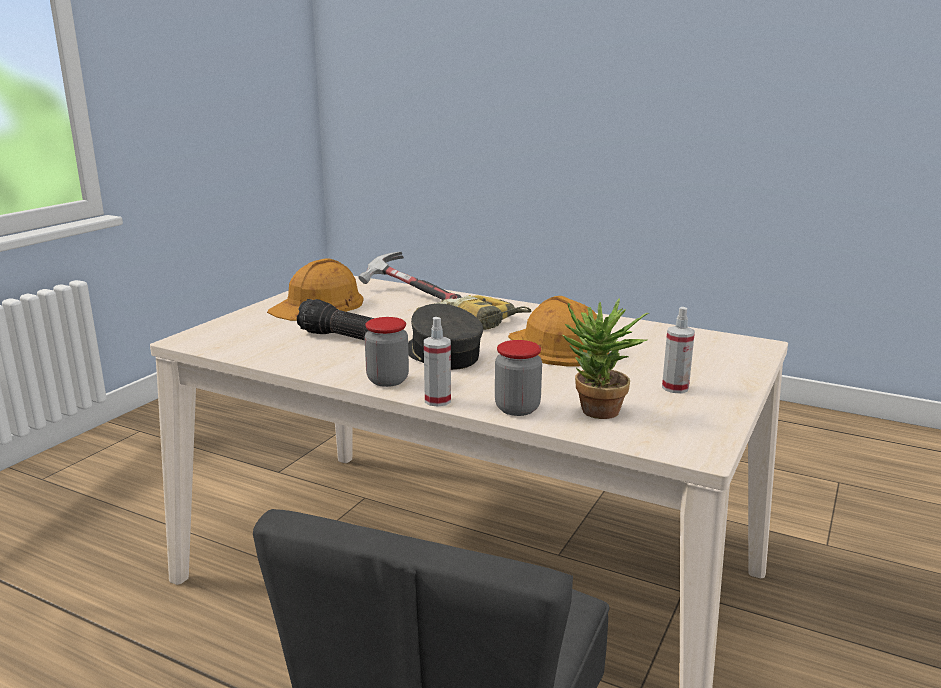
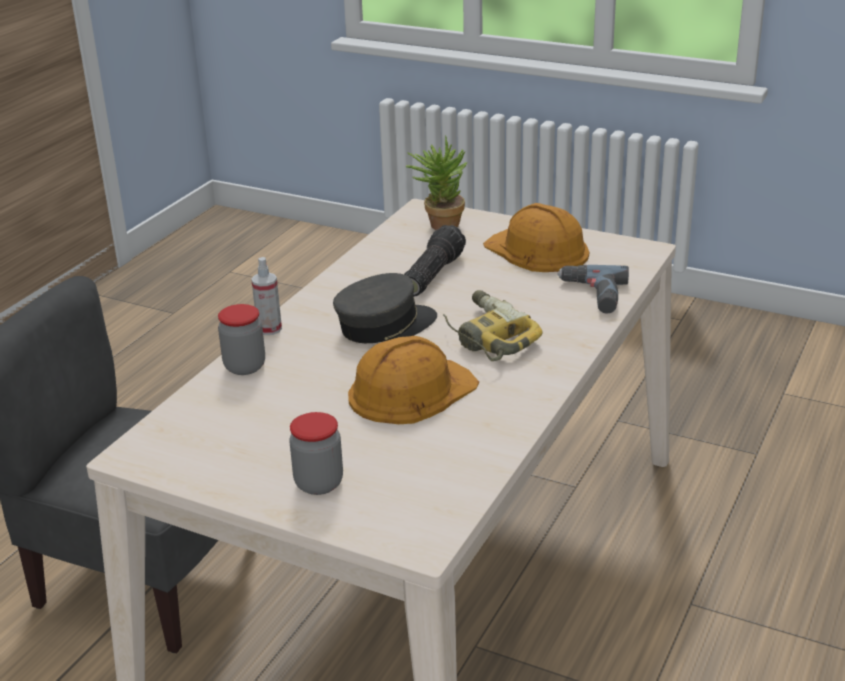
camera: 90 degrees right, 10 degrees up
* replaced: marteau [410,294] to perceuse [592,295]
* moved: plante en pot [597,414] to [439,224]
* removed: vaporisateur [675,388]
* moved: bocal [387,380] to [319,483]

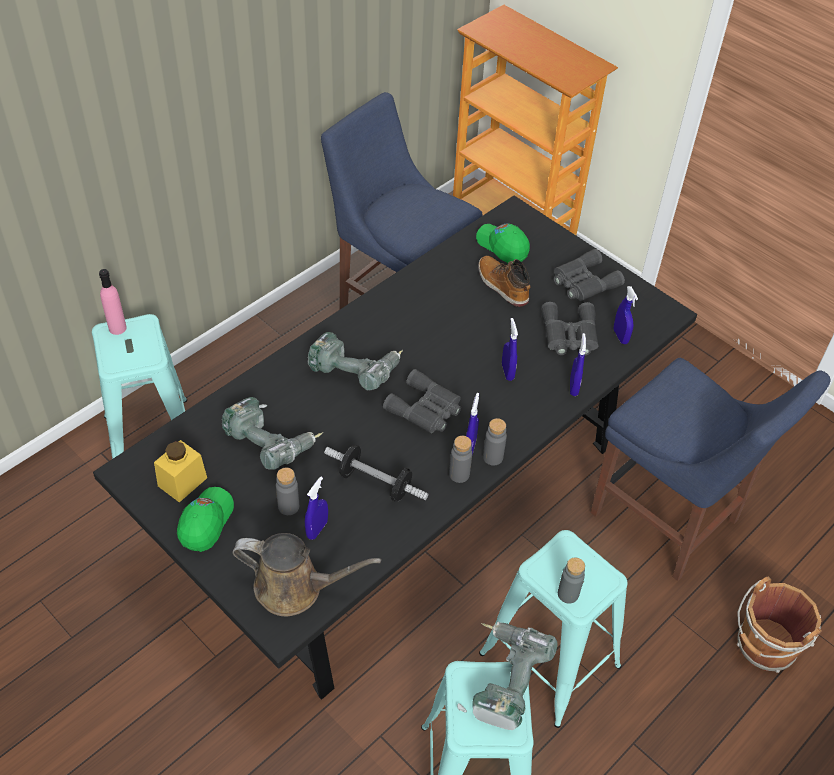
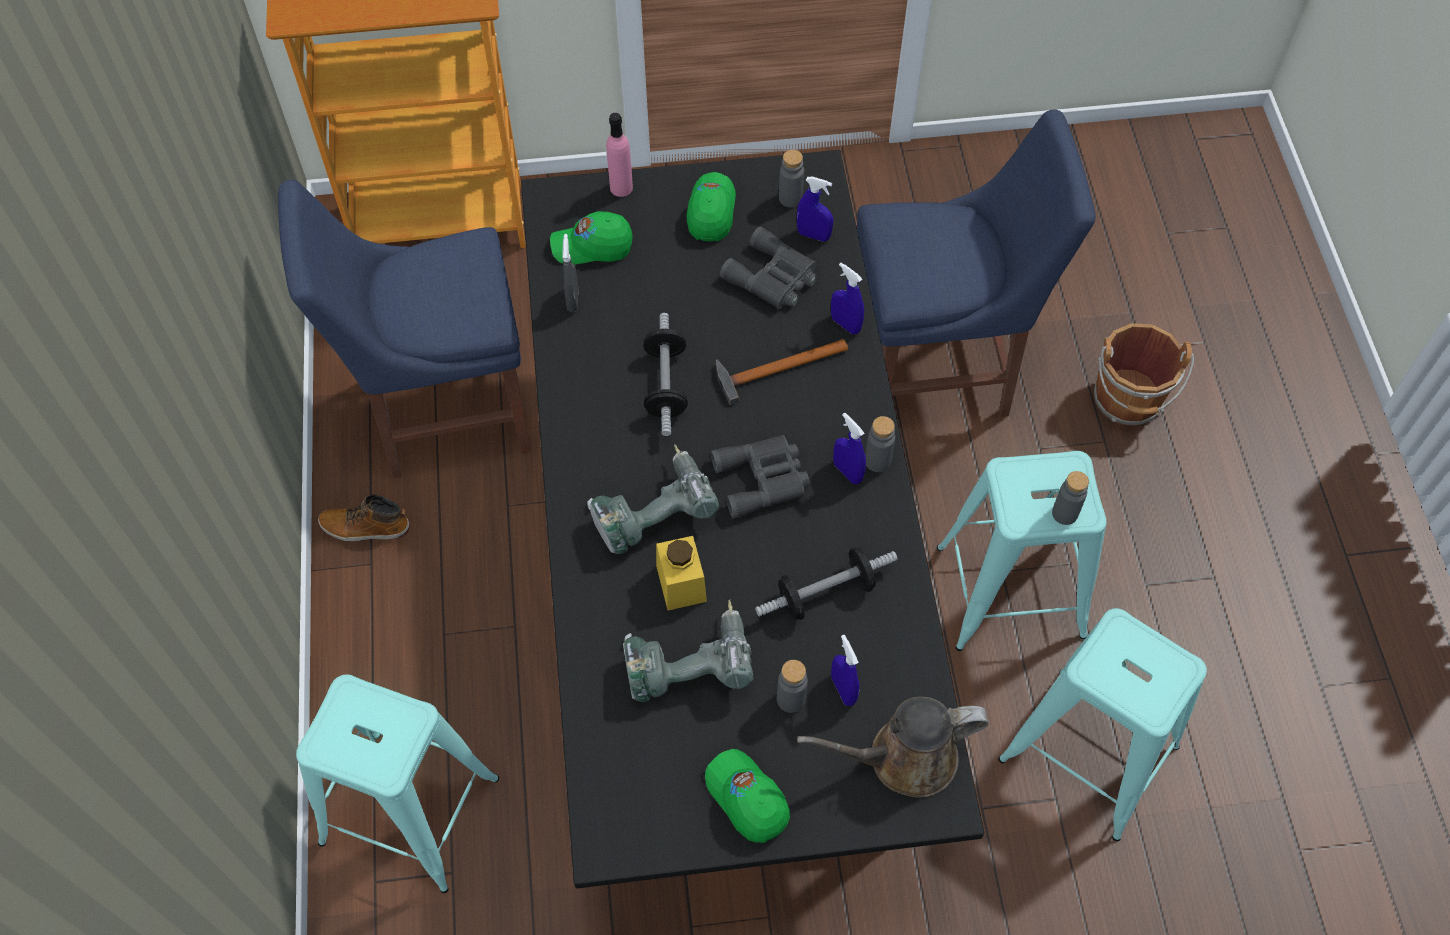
camera: 50 degrees left, 10 degrees up
* replaced: jumelles (gris) [583,282] to casquette (vert) [711,211]
* moved: botte [502,286] to [365,528]
* moved: bouteille (rose) [117,328] to [621,188]
* replaced: vaporisateur (bleu) [507,372] to marteau [775,368]
* moved: bouteille (gris) [459,474] to [790,198]
* moved: bocal (jaune) [182,482] to [681,583]
* turned: arrosoir (marron) [295,588] = [903,758] 150 degrees counterclockwise
* removed: perceuse [502,681]
* added: vaporisateur (gris) [572,299]
* added: haltère [665,385]

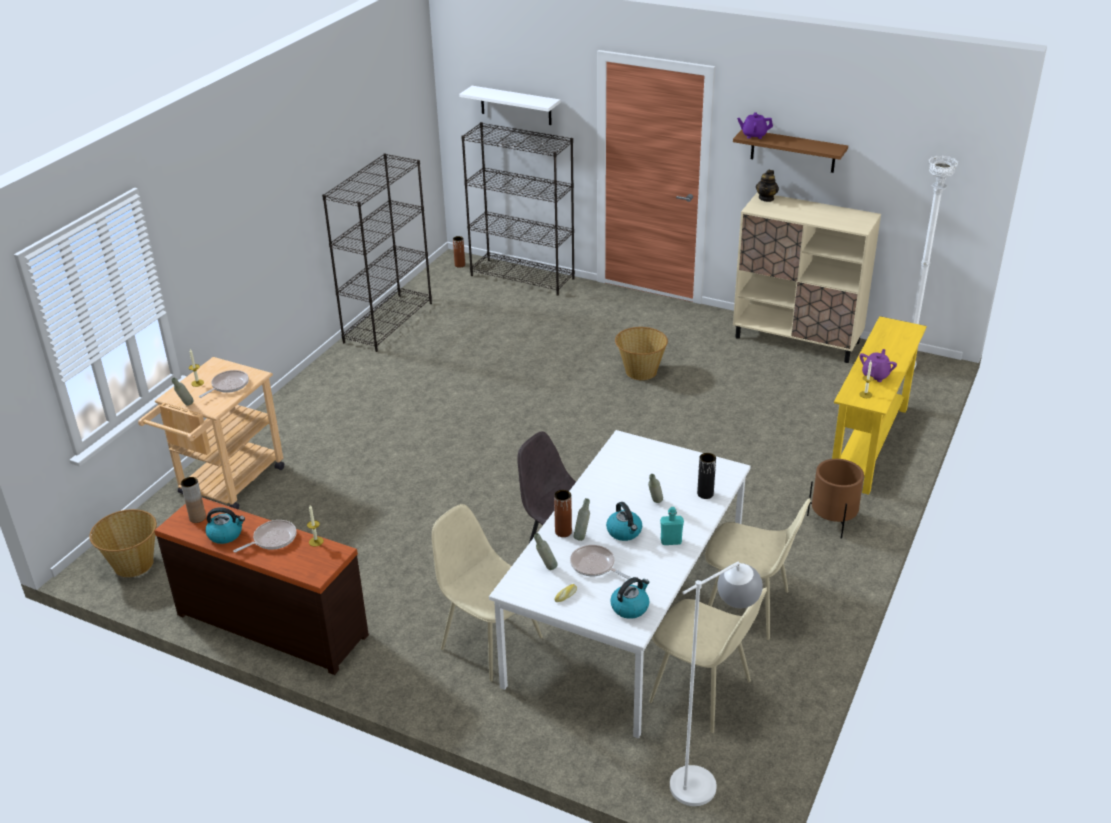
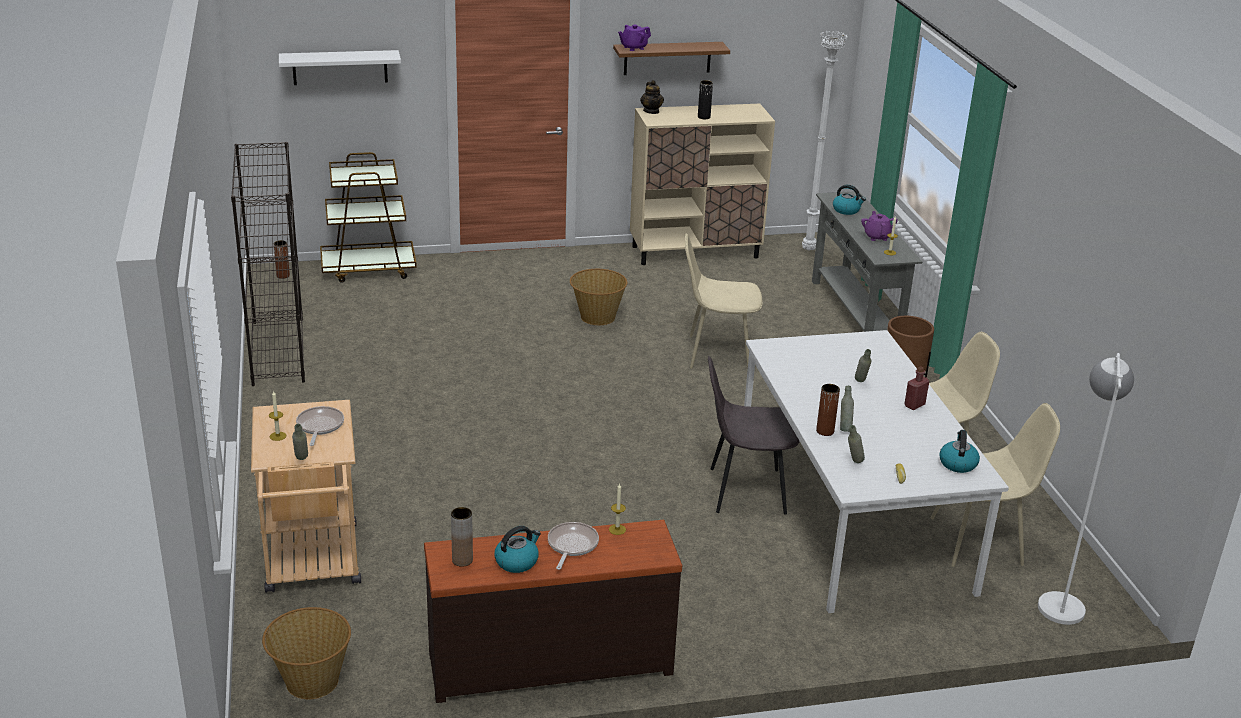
camera: 40 degrees left, 5 degrees down
* replaced: bibliothèque (noir) [523,277] to chariot (marron) [369,269]
* recoloured: table console (jaune) [870,445] to table console (gris) [855,314]
* moved: vase (noir) [705,494] to [704,117]
* moved: bouilloire [624,532] to [846,210]
* moved: chaise (beige) [489,641] to [716,353]
* recoloured: bouteille (turquoise) [671,541] to bouteille (rouge) [914,405]
* removed: poêle [594,565]

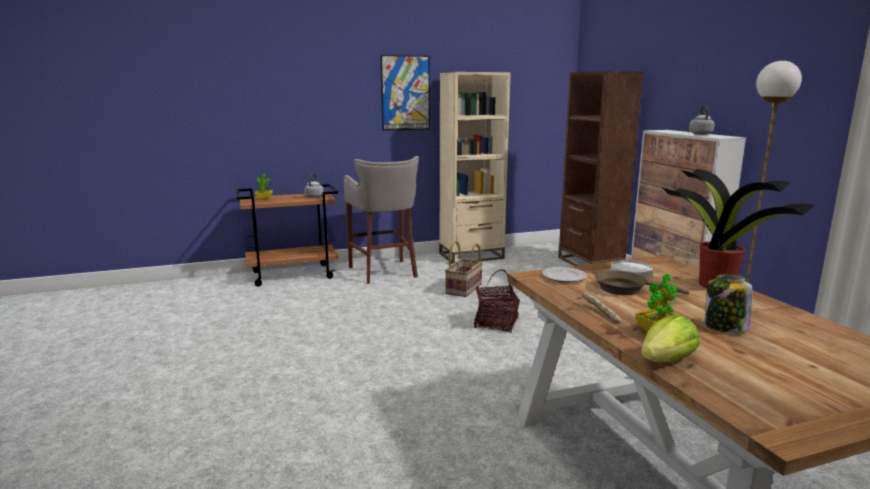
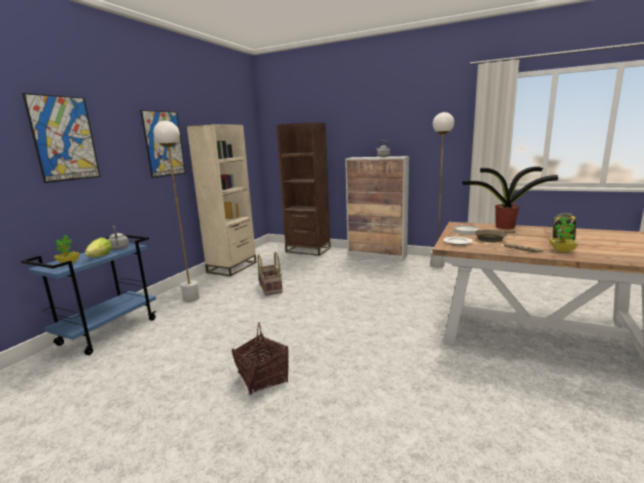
camera: 45 degrees left, 0 degrees up
* replaced: tabouret (gris) [384,272] to lampadaire (blanc) [191,299]
* recoloured: chariot (marron) [293,275] to chariot (bleu) [109,331]
* moved: panier [496,323] to [262,378]
* moved: laitue [667,361] to [100,257]
* added: tableau [64,138]

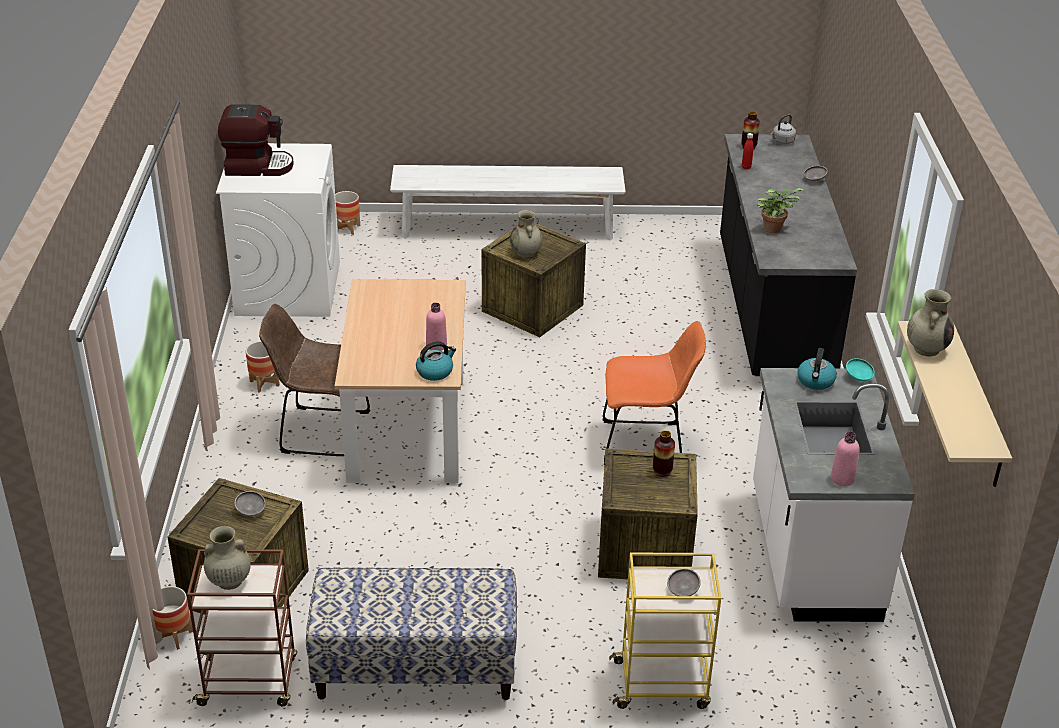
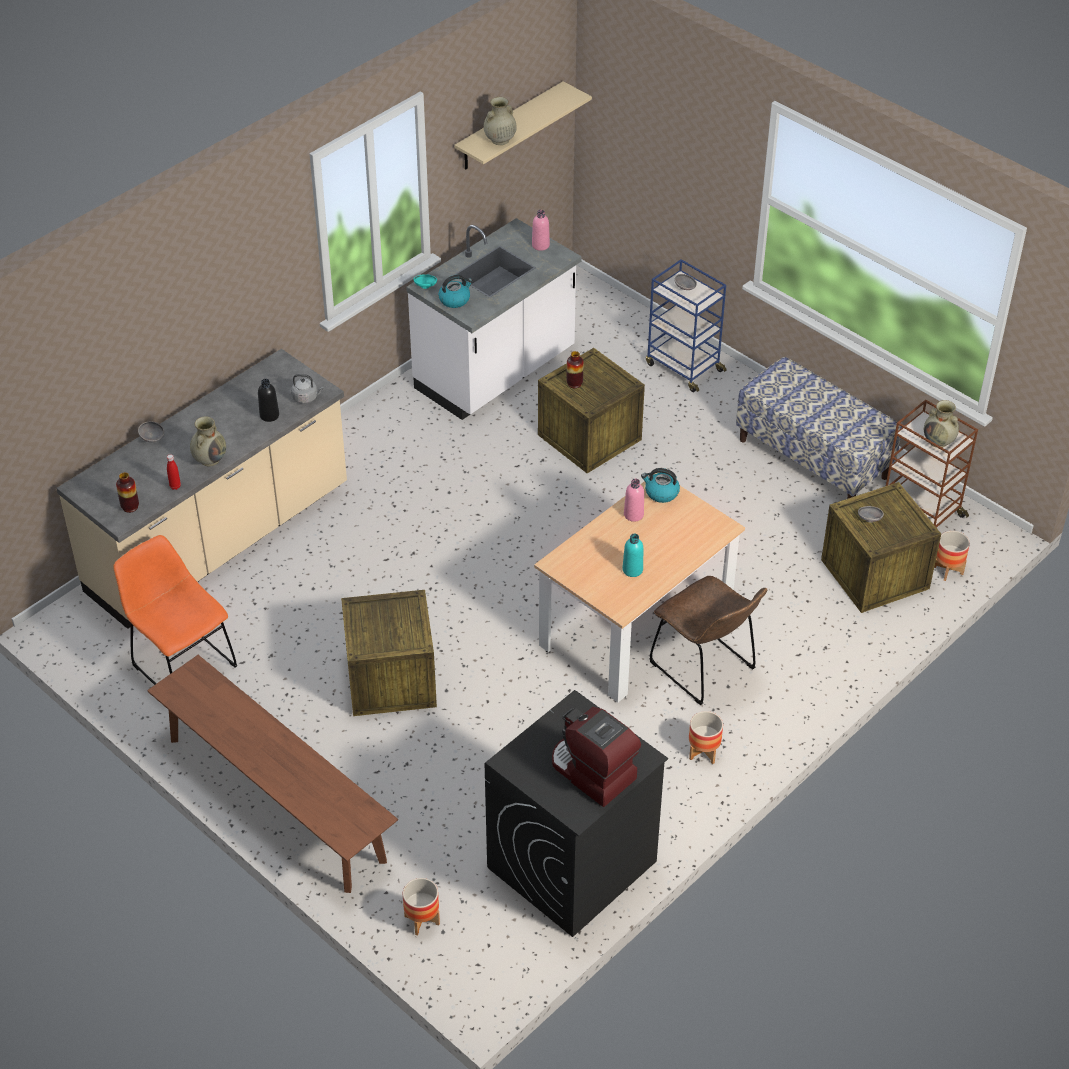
camera: 135 degrees left, 10 degrees up
* moved: bouilloire (gris) [782,141] to [306,398]
* recoloured: comptoir de cuisine (noir) [770,312] to comptoir de cuisine (beige) [220,541]
* recoloured: lave-linge (blanc) [288,288] to lave-linge (noir) [571,865]
* recoloured: banc (blanc) [507,228] to banc (marron) [275,799]
* replaced: plante en pot [774,228] to bouteille (noir) [269,415]
* moved: vase (beige) [526,253] to [210,459]
* moved: chaise (orange) [647,446] to [181,663]
* recoloured: chariot (jaune) [662,684] to chariot (bleu) [683,367]
* added: bouteille (turquoise) [632,570]

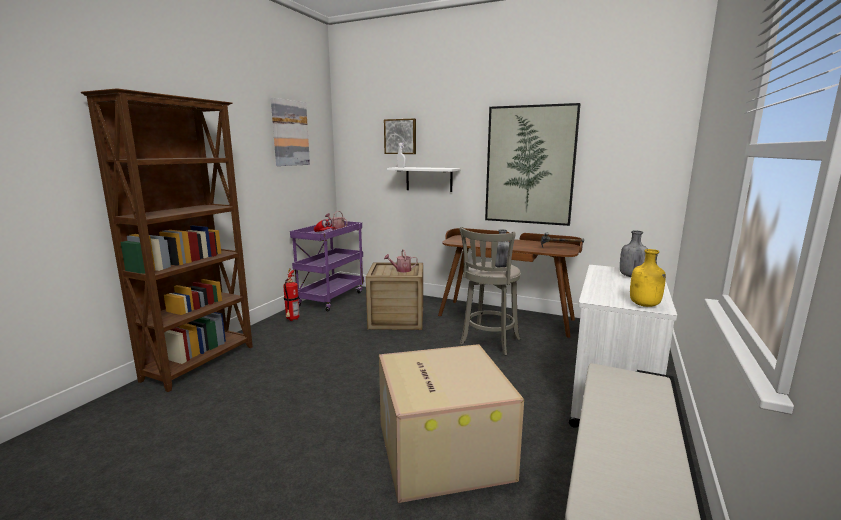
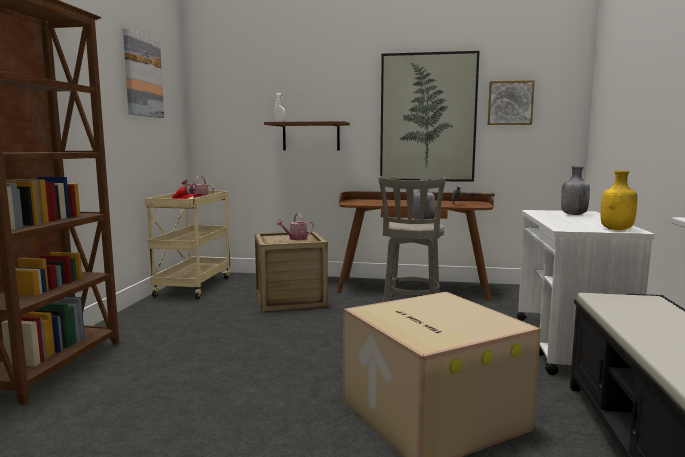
camera: 15 degrees left, 5 degrees down
* moved: tableau [400,136] to [510,103]
* recoloured: étagère (blanc) [429,179] to étagère (marron) [311,136]
* recoloured: chariot (violet) [331,298] to chariot (beige) [193,286]
* removed: extincteur [292,320]

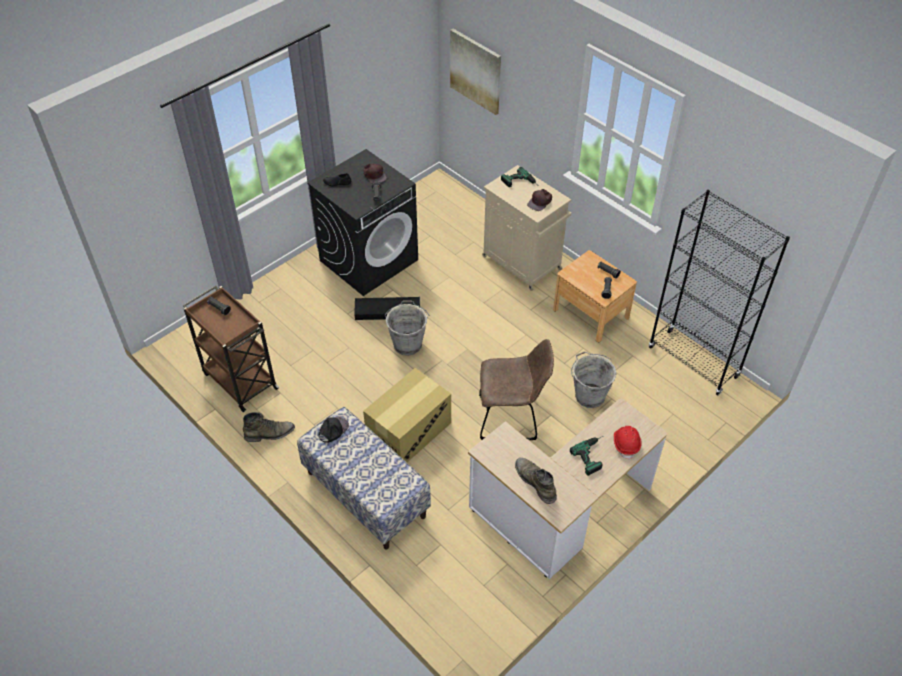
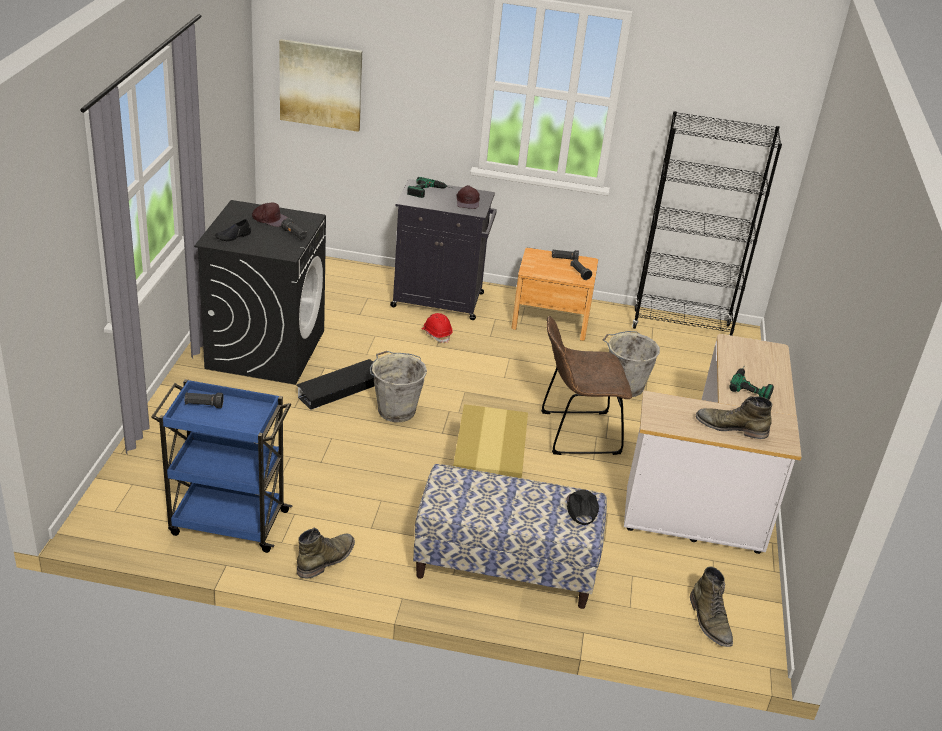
camera: 40 degrees left, 15 degrees down
* recoloured: meuble de rangement (beige) [523,264] to meuble de rangement (noir) [439,300]
* recoloured: chariot (marron) [239,380] to chariot (bleu) [227,522]
* turned: chaise (marron) [511,418] = [575,433] 150 degrees counterclockwise
* moved: casquette (noir) [333,430] to [581,509]
* moved: casque de chantier (rouge) [626,444] to [436,334]
* added: botte (vert) [710,621]

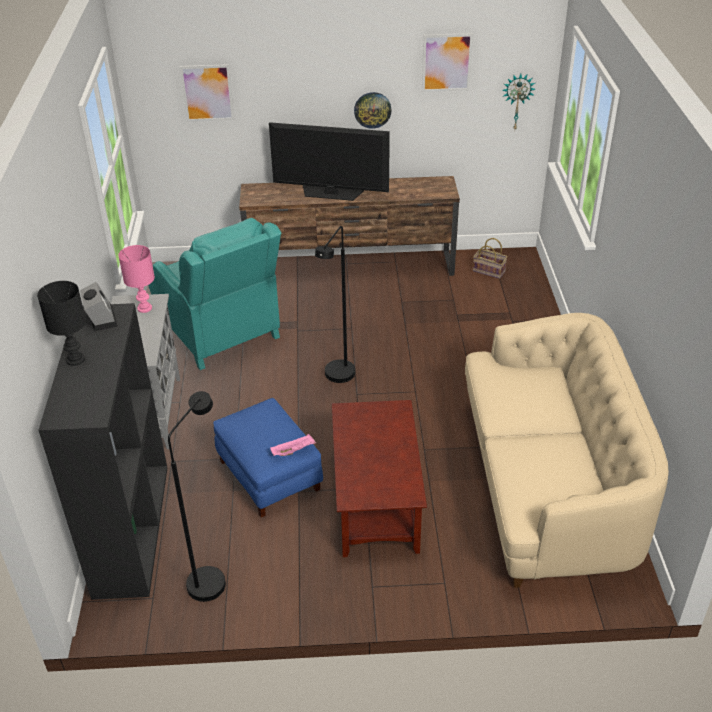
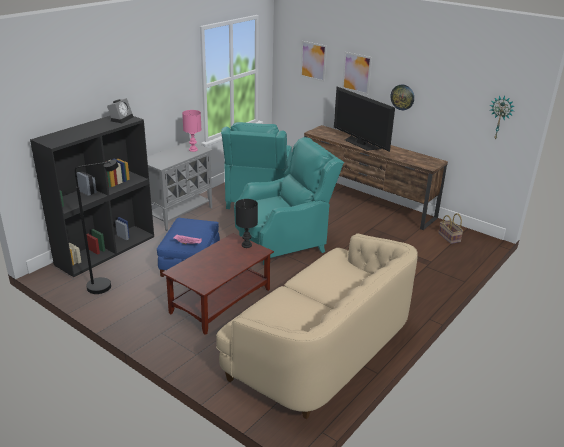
camera: 40 degrees right, 10 degrees down
* moved: tableau [446,62] to [356,73]
* replaced: lampadaire (noir) [337,379] to fauteuil (turquoise) [284,243]
* moved: lampe de table (noir) [76,360] to [246,245]

